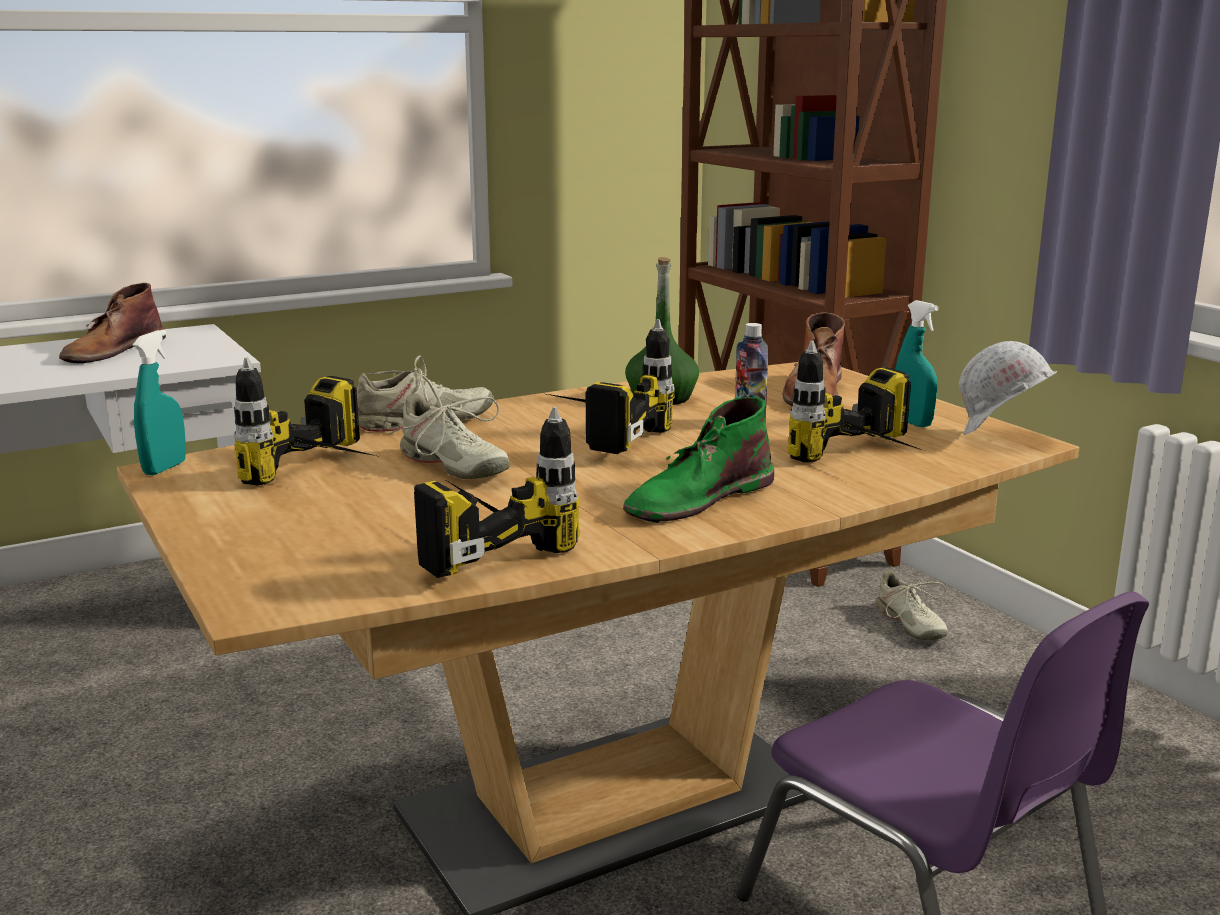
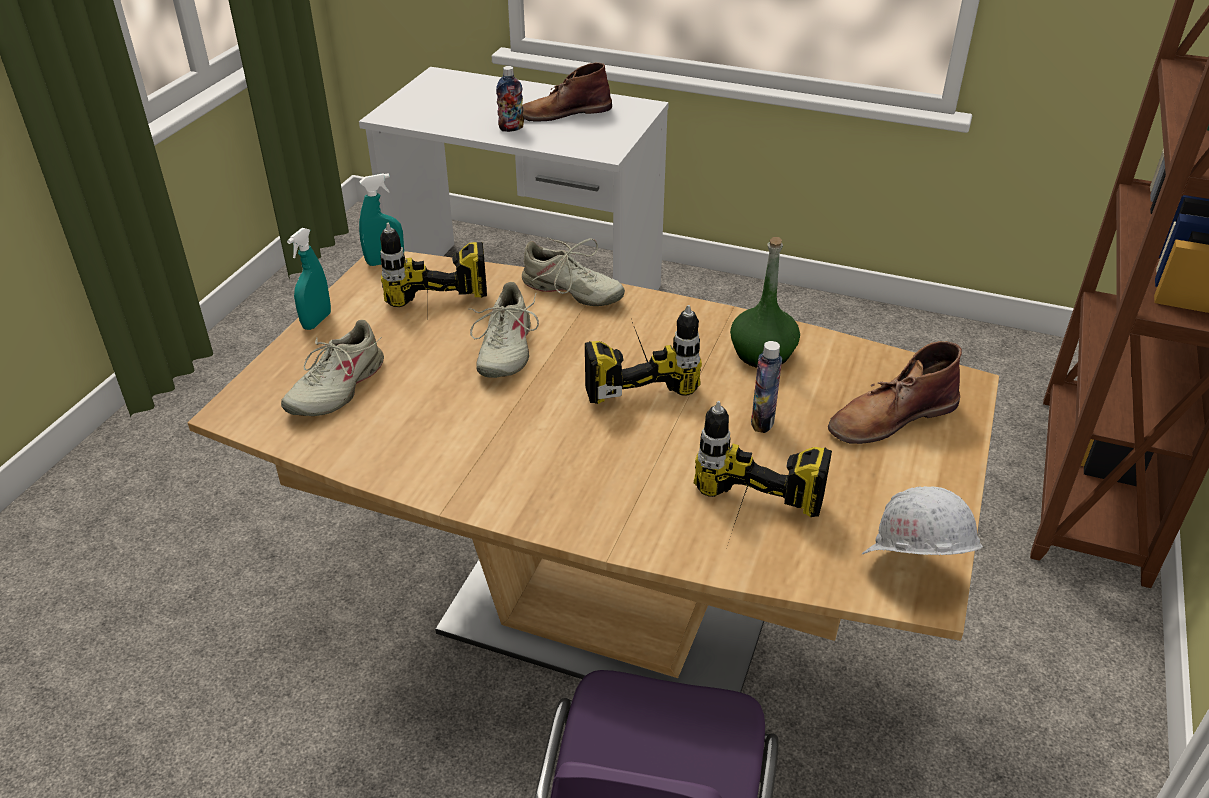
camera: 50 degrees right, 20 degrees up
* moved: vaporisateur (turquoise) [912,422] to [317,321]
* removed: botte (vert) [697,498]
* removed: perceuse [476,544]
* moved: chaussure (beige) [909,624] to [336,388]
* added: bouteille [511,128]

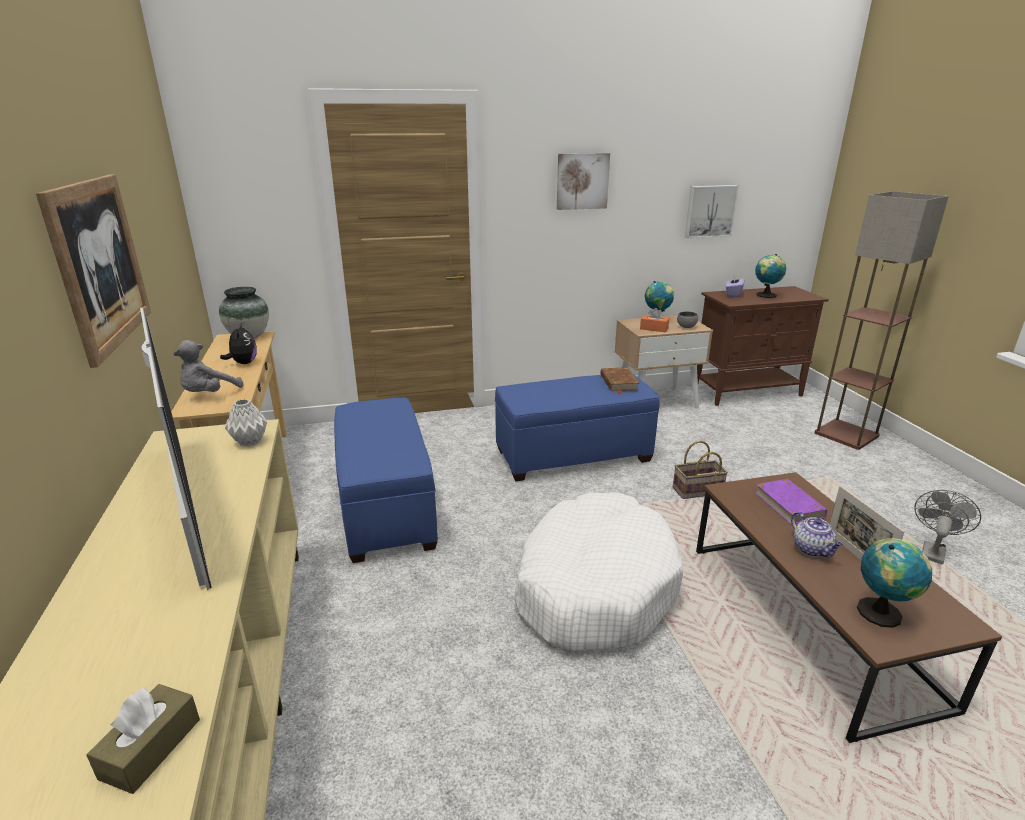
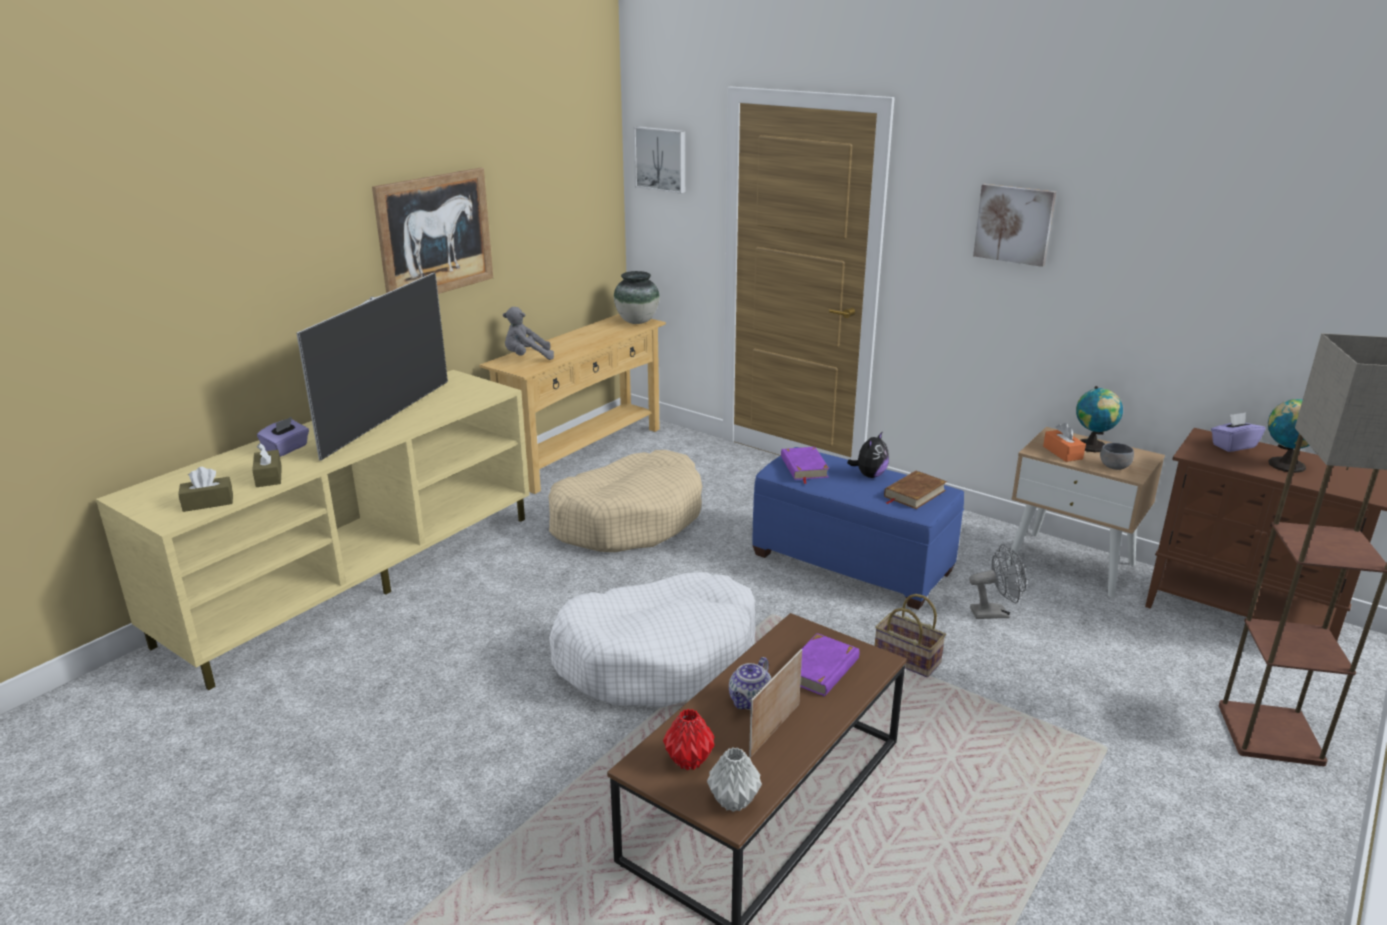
camera: 50 degrees right, 0 degrees up
* moved: tableau [709,211] to [661,159]
* moved: peluche [243,363] to [869,475]
* replaced: pouf (bleu) [387,507] to panier pour chien (beige) [628,519]
* moved: vase (gris) [249,442] to [732,801]
* moved: ventilateur (gris) [932,550] to [995,613]
* replaced: globe [881,612] to vase (rouge) [689,761]
* added: boîte à mouchoirs (violet) [286,449]
* added: boîte à mouchoirs (marron) [269,476]
* added: livre (violet) [803,467]

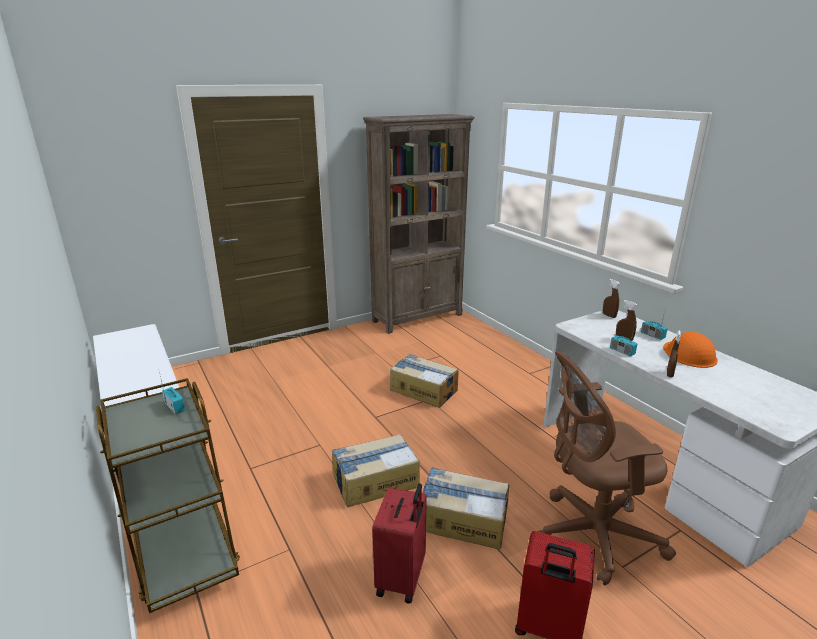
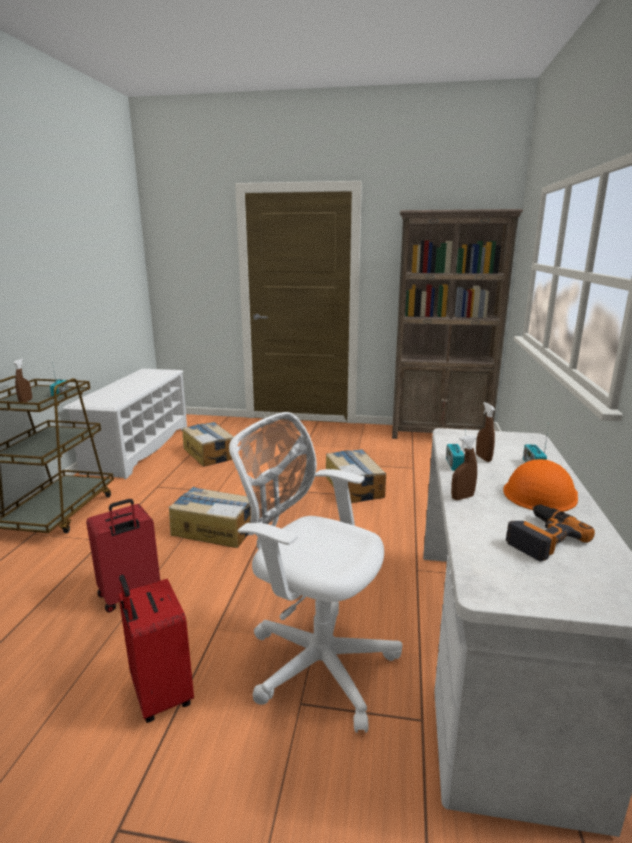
camera: 40 degrees right, 5 degrees down
* moved: vaporisateur (marron) [609,315] to [25,401]
* recoloured: chaise de bureau (marron) [591,535] to chaise de bureau (blanc) [316,661]
* moved: carton [462,519] to [210,453]
* added: perceuse [541,537]

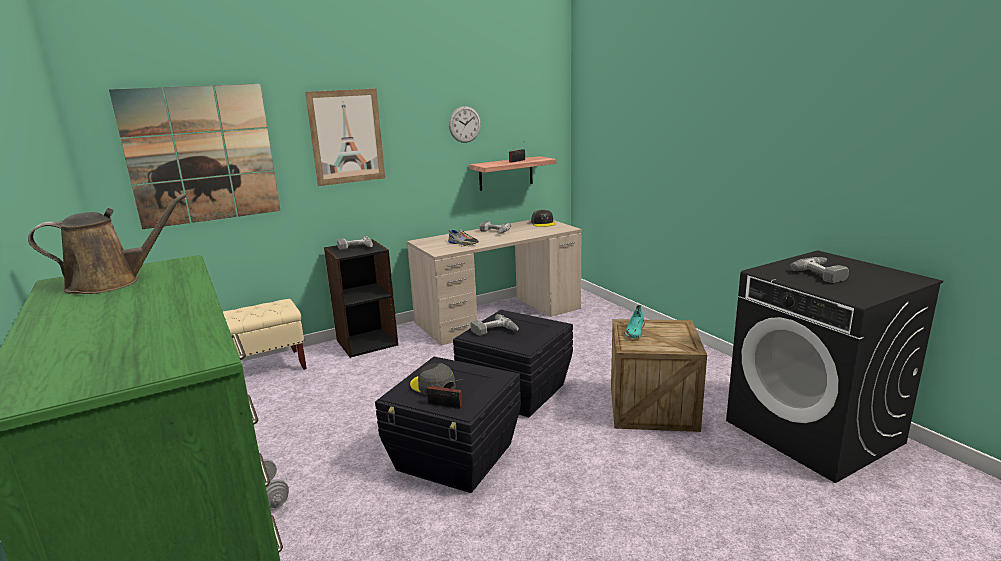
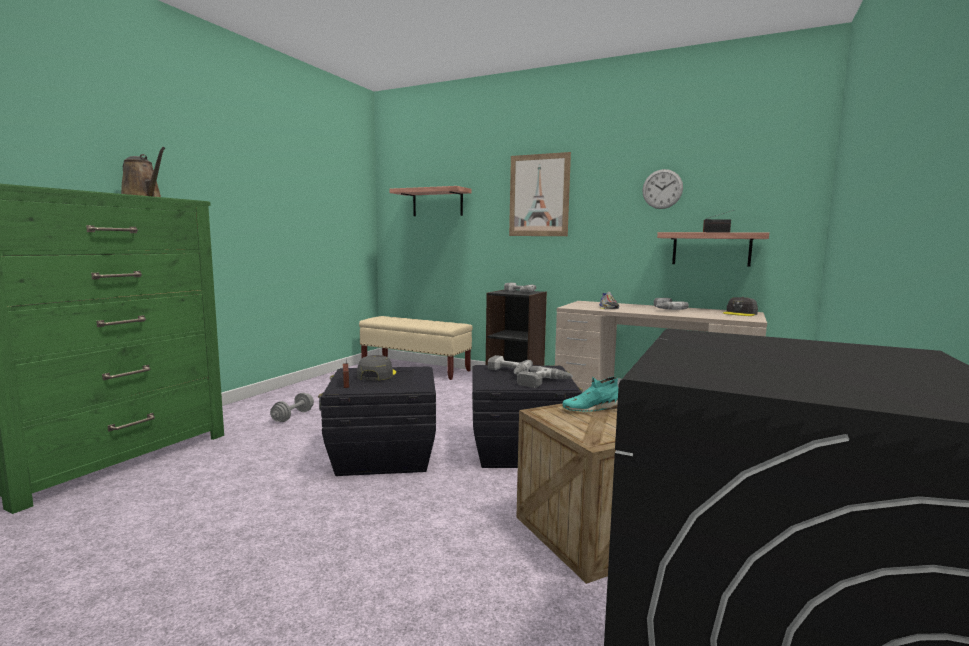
camera: 55 degrees right, 10 degrees down
* replaced: tableau [201,155] to étagère [437,203]
* moved: perceuse [824,274] to [544,382]

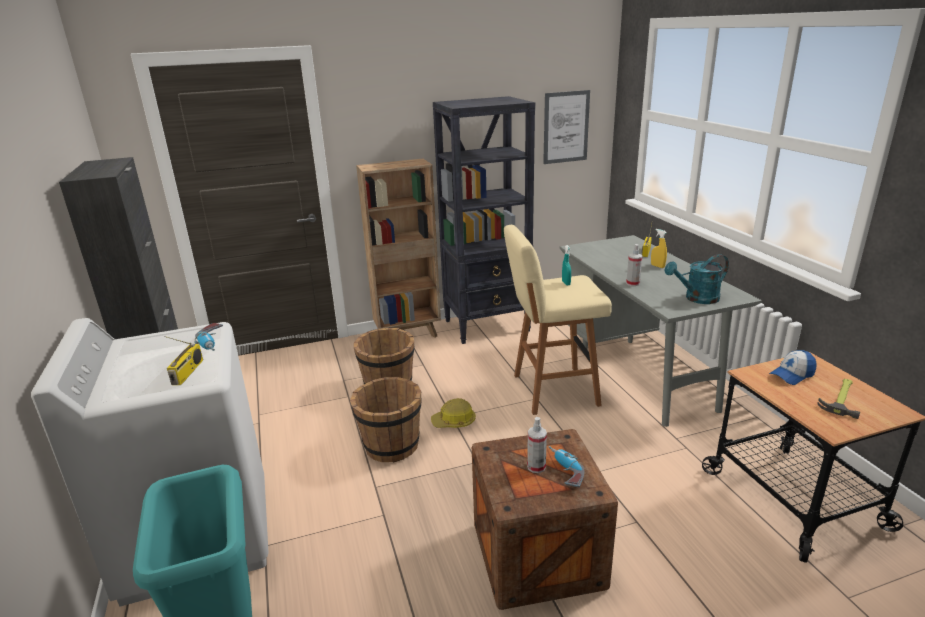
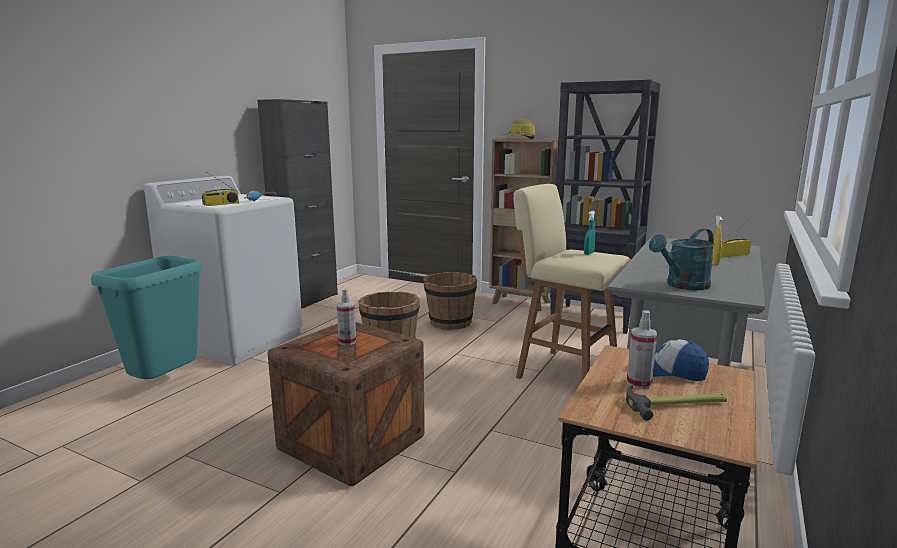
camera: 45 degrees right, 10 degrees down
* removed: tableau [566,127]
* moved: vaporisateur [632,283] to [639,383]
* turned: arrosoir (turquoise) [696,299] = [683,286] 60 degrees counterclockwise
* moved: casque de chantier [454,422] to [519,138]
* removed: perceuse [563,471]

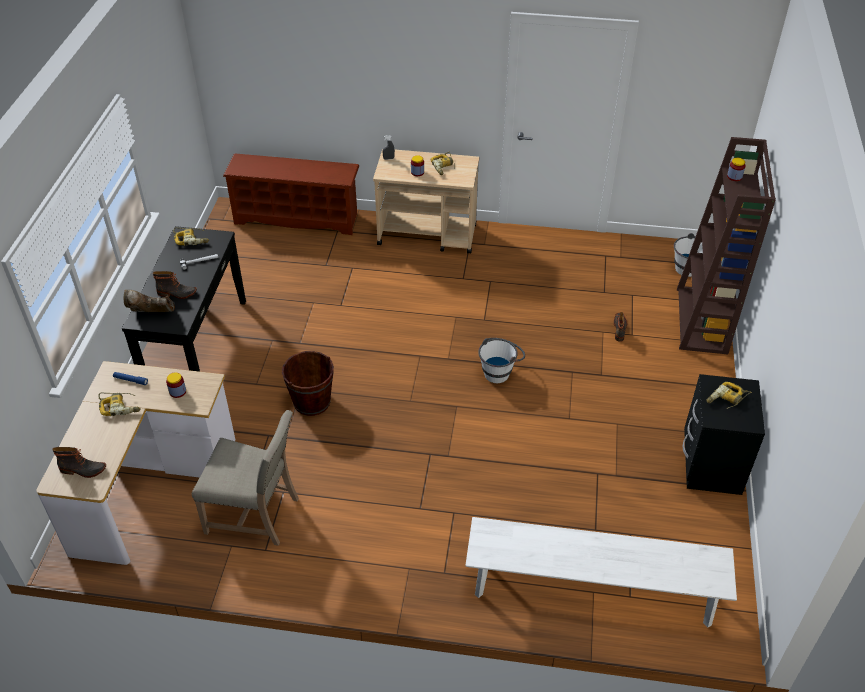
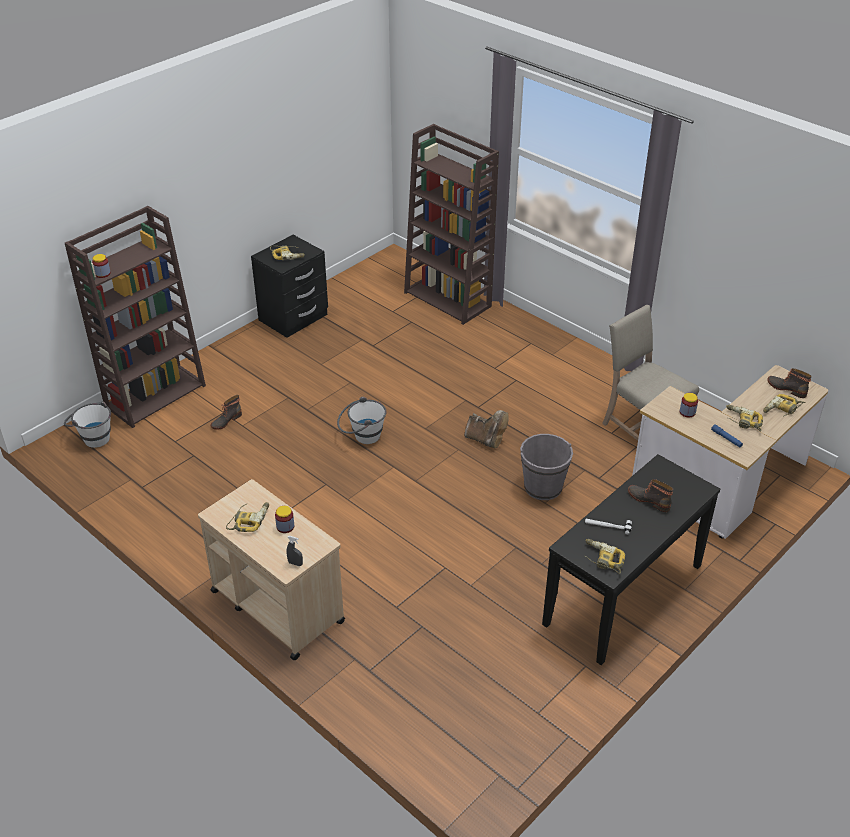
camera: 145 degrees left, 5 degrees down
* removed: étagère à chaussures (marron) [297,218]
* moved: botte (marron) [151,314] to [486,440]
* recoloured: seau (marron) [312,402] to seau (gris) [543,487]
* replaced: banc (blanc) [592,592] to bibliothèque (marron) [448,299]
* added: perceuse [782,410]

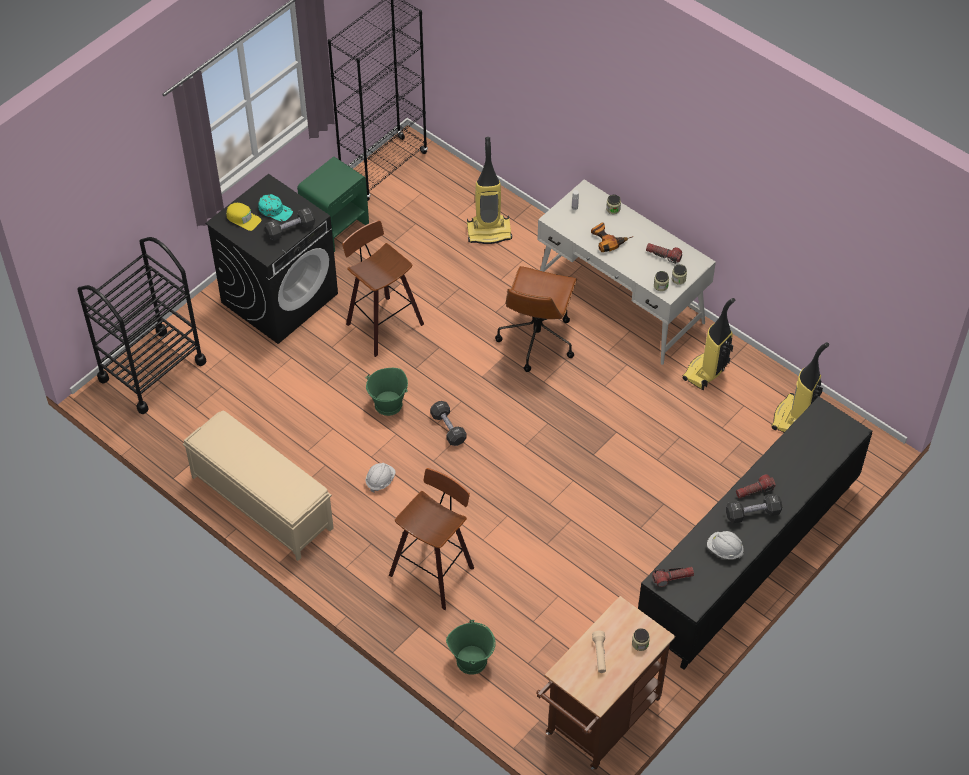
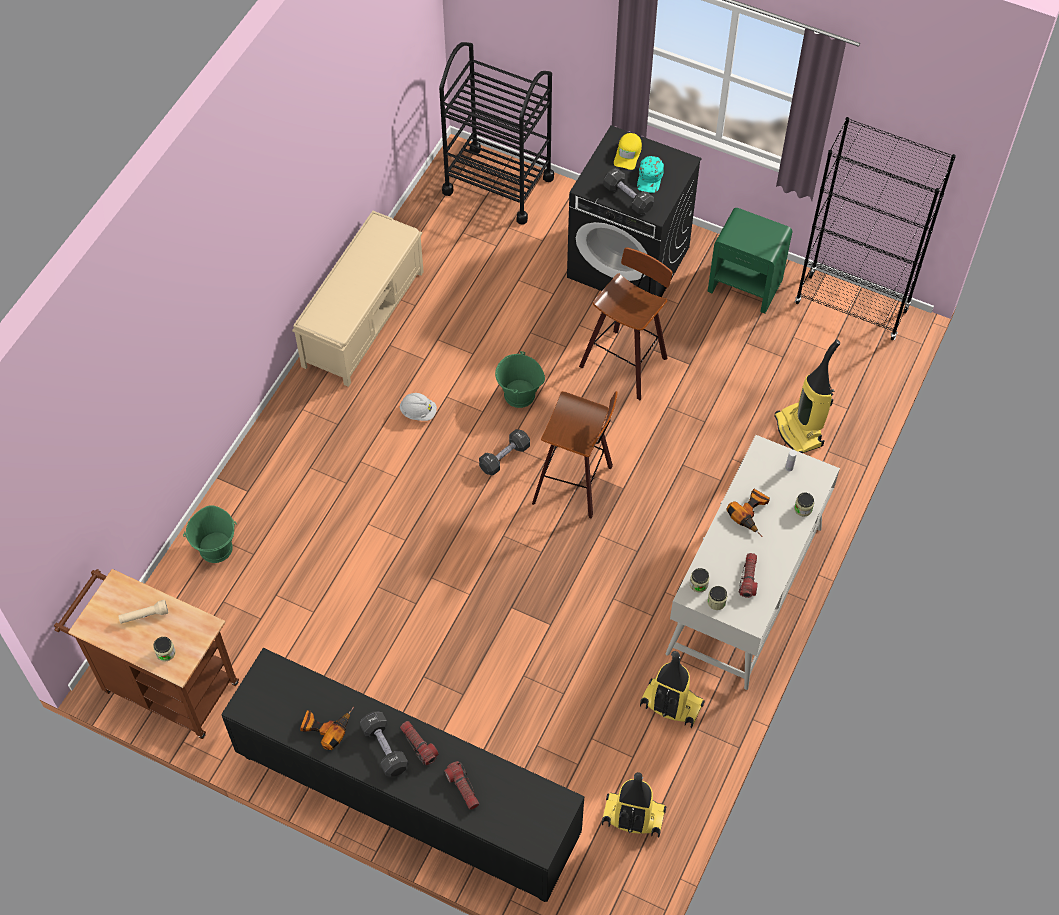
camera: 75 degrees right, 5 degrees up
* removed: chaise de bureau (marron) [537,339]
* moved: tabouret [434,570] to [576,483]
* replaced: casque de chantier (blanc) [724,550] to perceuse [326,726]
* moved: lampe de poche [672,578] to [463,788]

